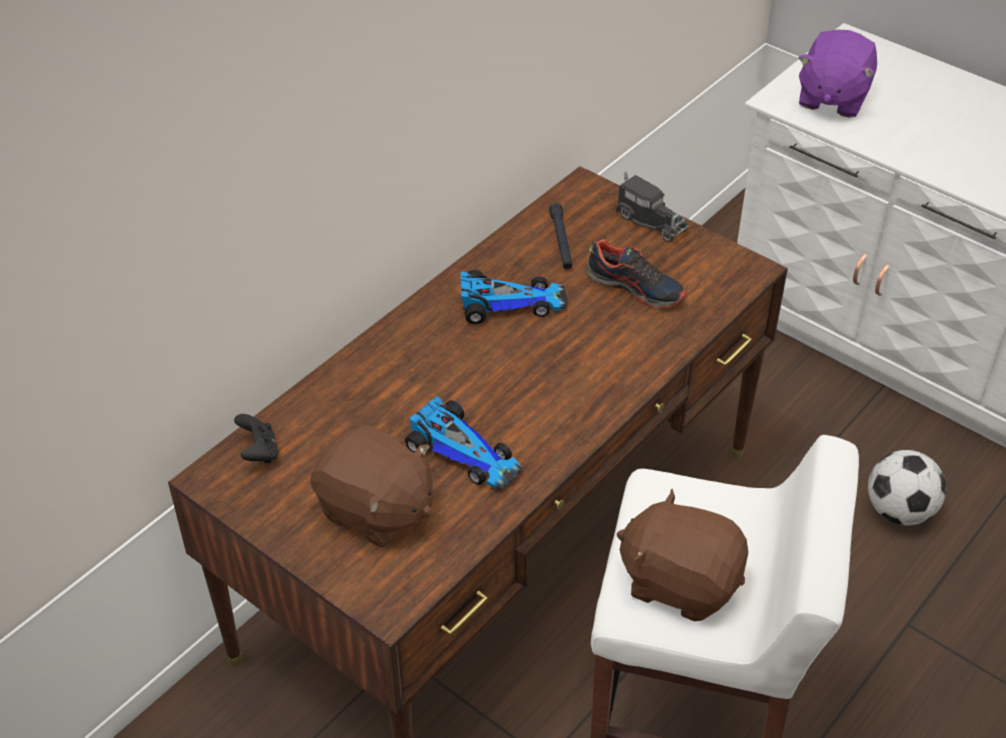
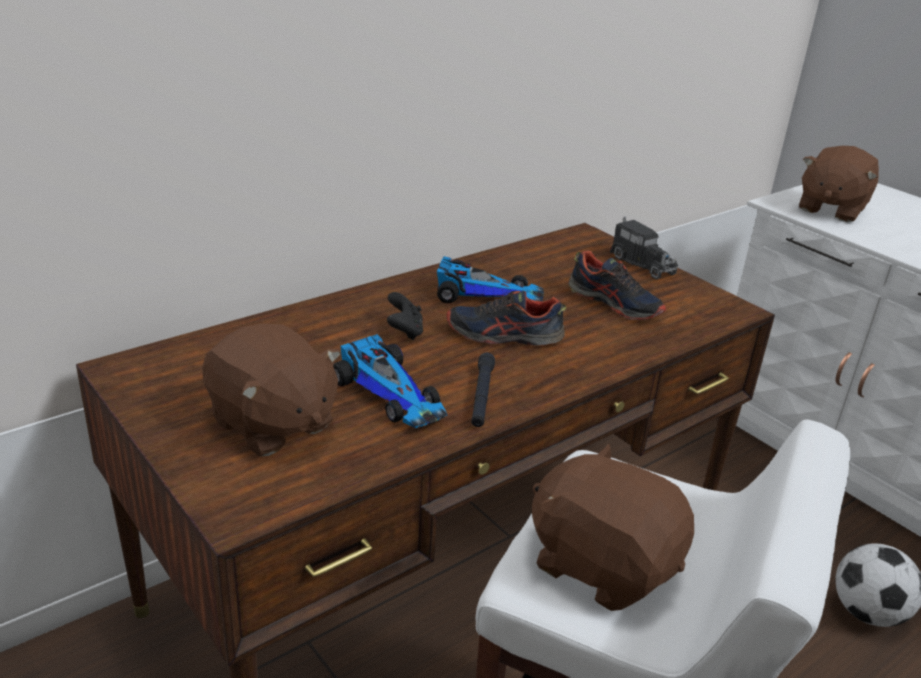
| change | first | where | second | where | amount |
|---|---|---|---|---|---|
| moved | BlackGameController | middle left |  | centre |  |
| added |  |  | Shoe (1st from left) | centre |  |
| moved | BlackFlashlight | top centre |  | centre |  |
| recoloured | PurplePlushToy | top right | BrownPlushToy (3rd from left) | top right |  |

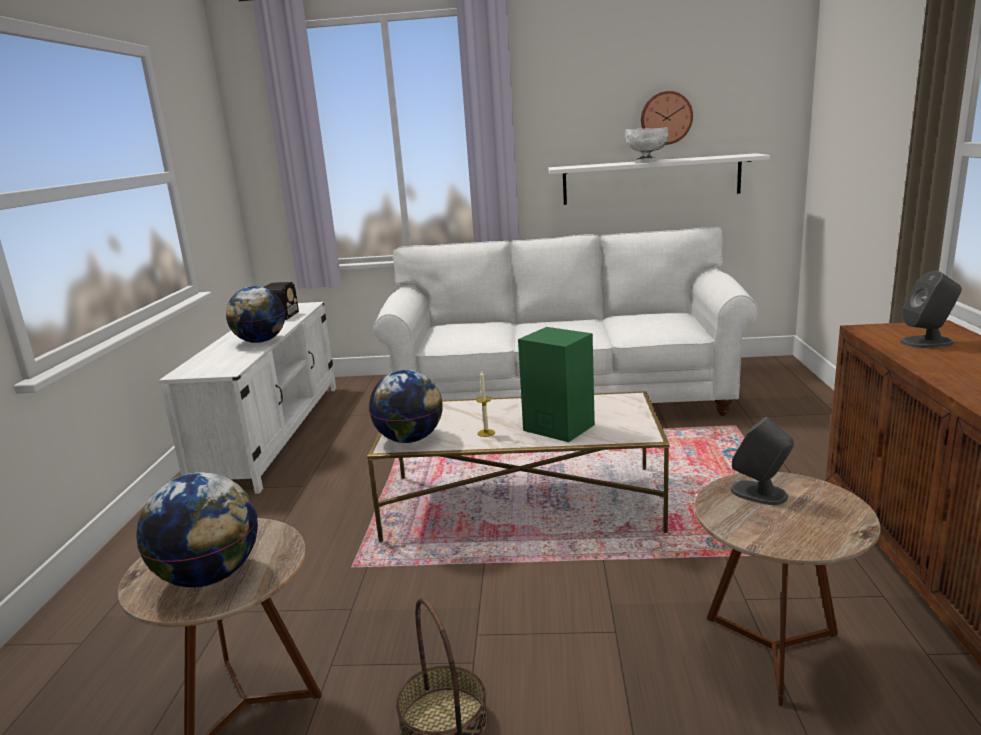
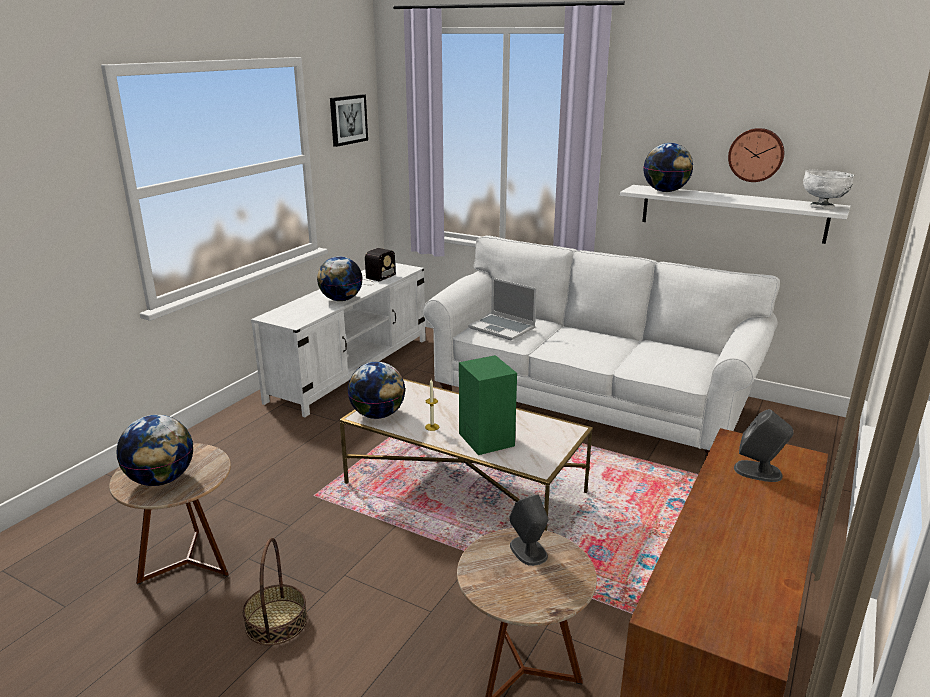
| change | first | where | second | where | amount |
|---|---|---|---|---|---|
| added |  |  | Picture | top centre |  |
| added |  |  | Laptop | centre |  |
| added |  |  | Globe (4th from left) | top right |  |
| moved | WhiteBowl | top centre |  | top right |  |

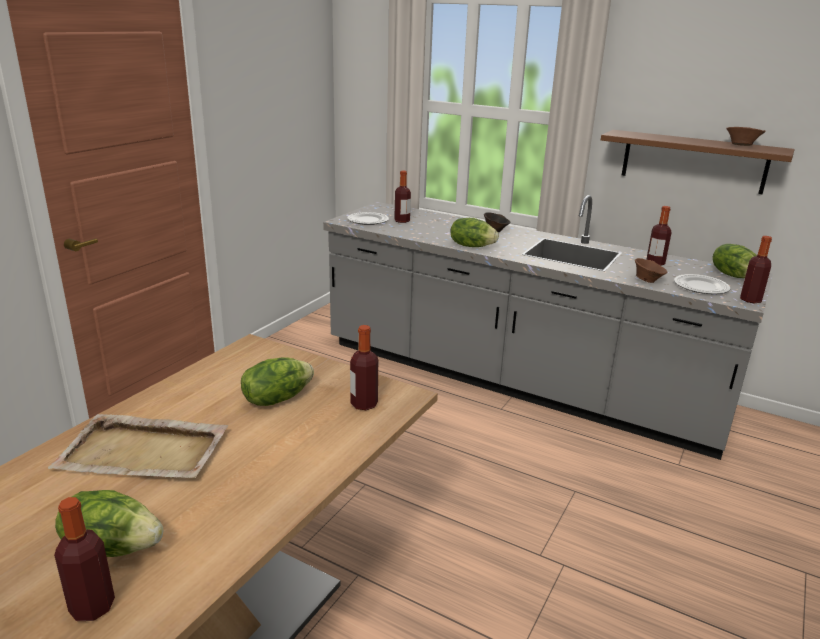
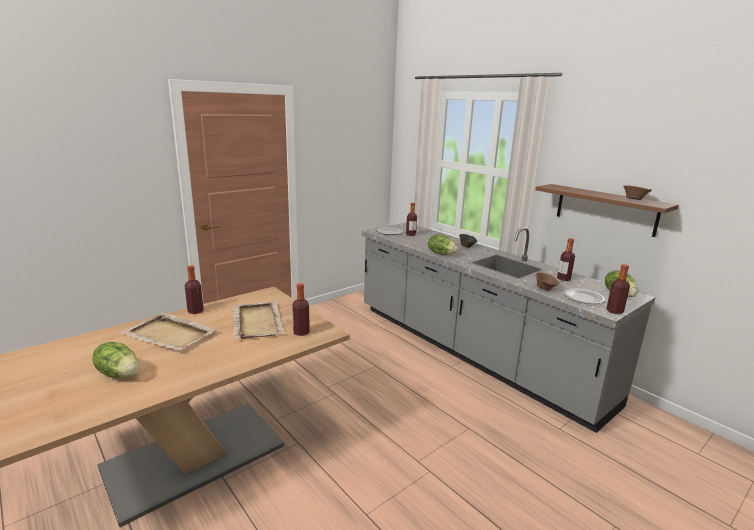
| change | first | where | second | where | amount |
|---|---|---|---|---|---|
| moved | Bottle (1st from left) | bottom left |  | middle left |  |
| replaced | Lettuce (2nd from left) | centre | BeigeTray (2nd from left) | centre |  |

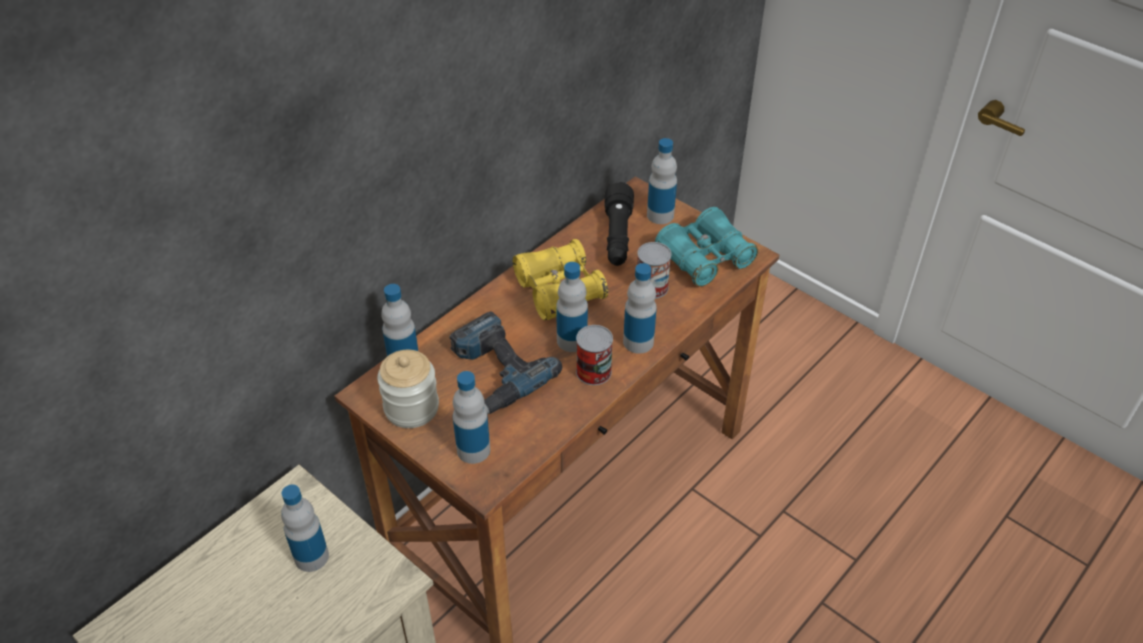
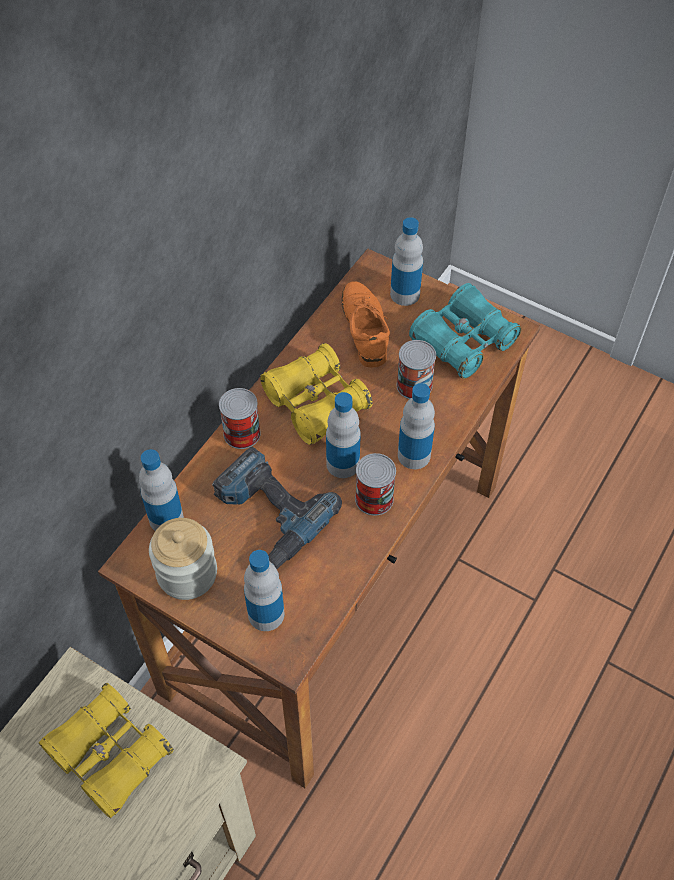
| change | first | where | second | where | amount |
|---|---|---|---|---|---|
| replaced | Bottle (1st from left) | bottom left | YellowBinoculars (1st from left) | bottom left |  |
| added |  |  | Can (1st from left) | centre |  |
| replaced | BlackFlashlight | centre | OrangeShoe | centre |  |

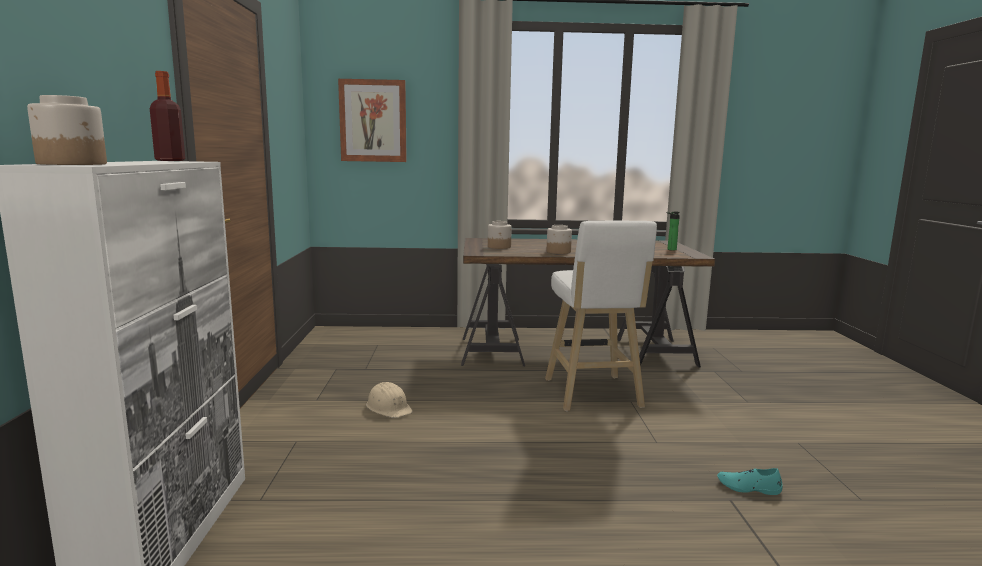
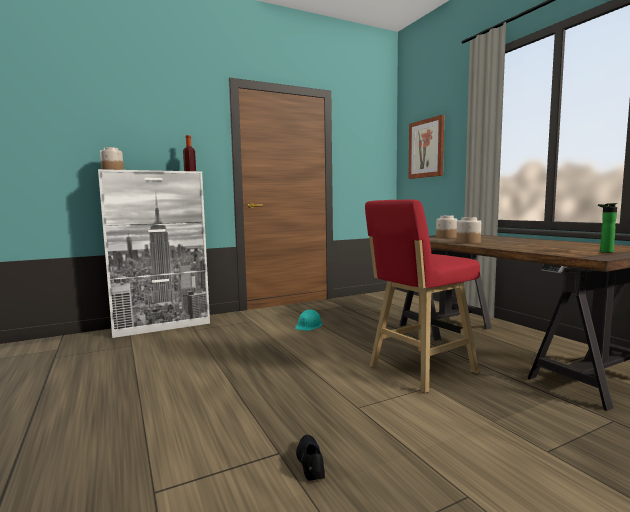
| change | first | where | second | where | amount |
|---|---|---|---|---|---|
| recoloured | BeigeHardHat | bottom centre | TurquoiseHardHat | centre |  |
| recoloured | TurquoiseShoe | bottom right | BlackShoe | bottom centre |  |
| recoloured | WhiteStool | centre | RedStool | middle right |  |

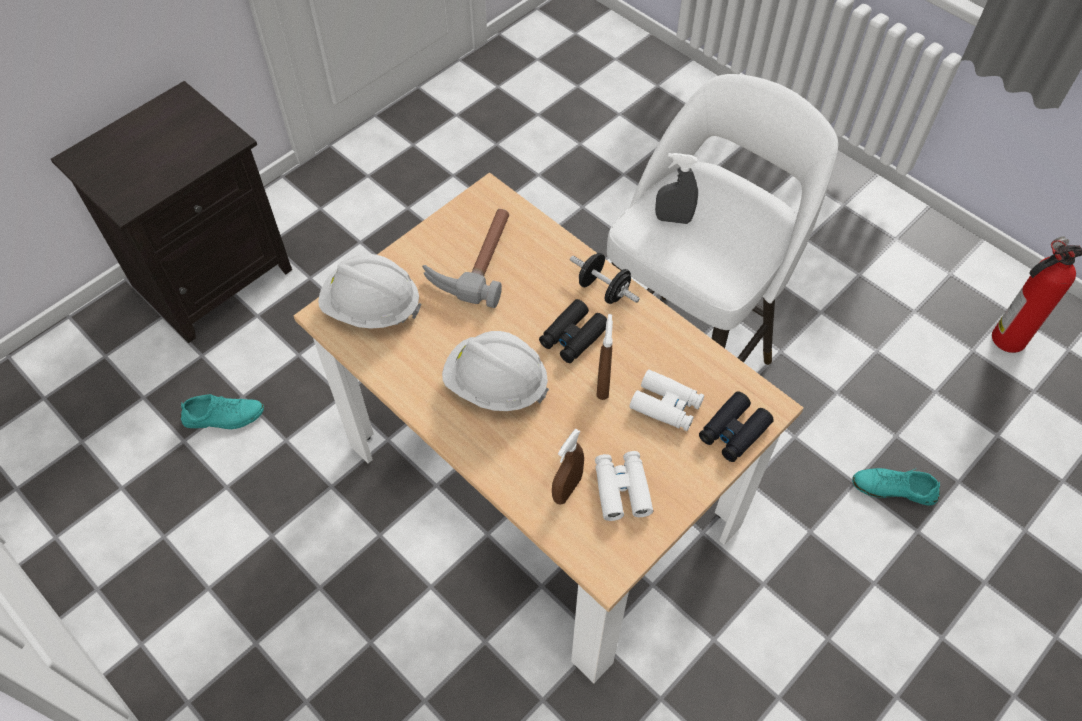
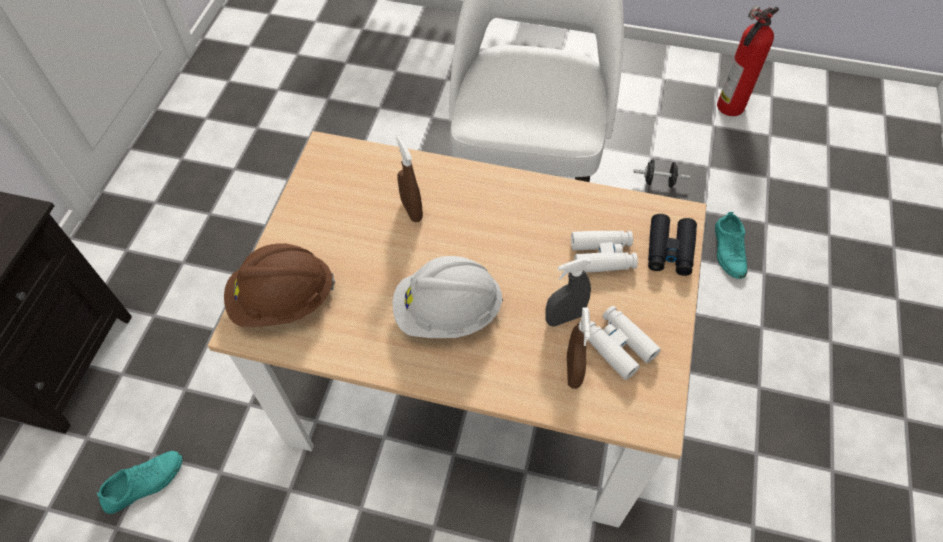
| change | first | where | second | where | amount |
|---|---|---|---|---|---|
| recoloured | WhiteHardHat (1st from left) | centre | BrownHardHat | middle left |  |
| moved | BrownSprayBottle (2nd from left in the first image) | centre | BrownSprayBottle (1st from left) | top centre |  |
| moved | GreySprayBottle | top centre |  | centre |  |
| moved | BlackDumbbell | centre |  | top right |  |
| turned | TurquoiseShoe (2nd from left) | bottom right |  | middle right | 75 degrees counterclockwise |
| removed | Hammer | centre |  |  |  |
| removed | BlackBinoculars (1st from left) | centre |  |  |  |

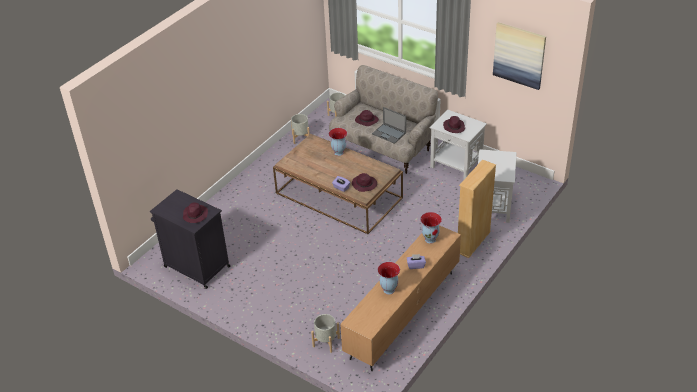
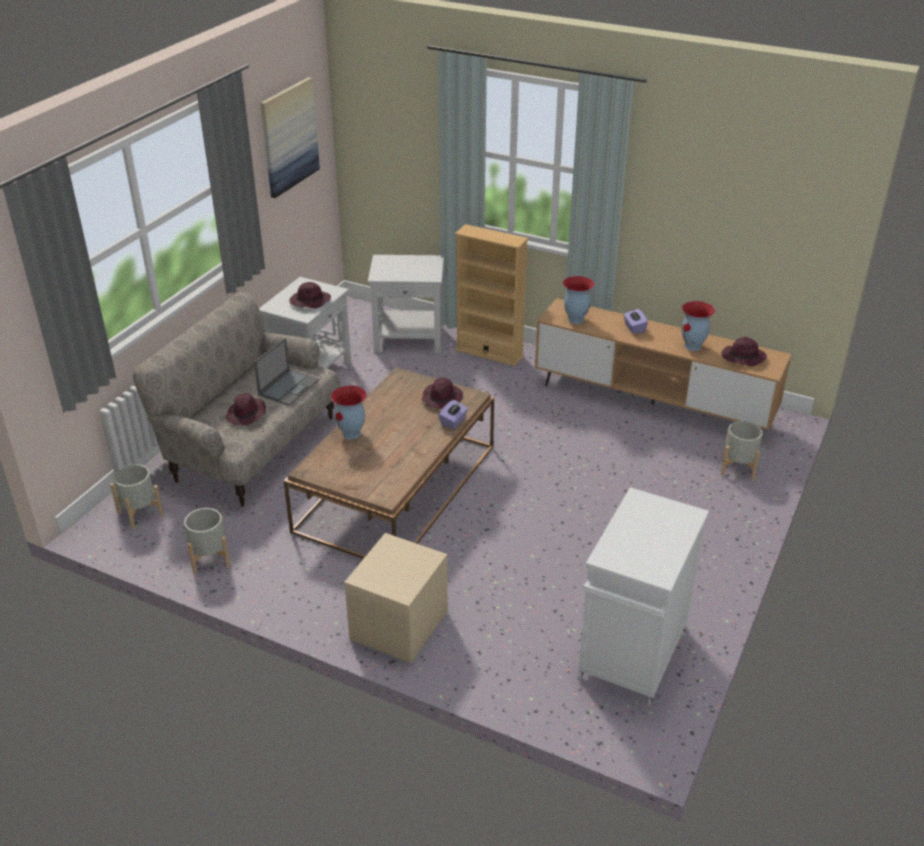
| change | first | where | second | where | amount |
|---|---|---|---|---|---|
| added |  |  | BeigeNightstand | bottom centre |  |
| recoloured | BlackCabinet | middle left | WhiteCabinet | bottom right |  |
| moved | PurpleHat (1st from left in the first image) | middle left | PurpleHat (4th from left) | middle right |  |

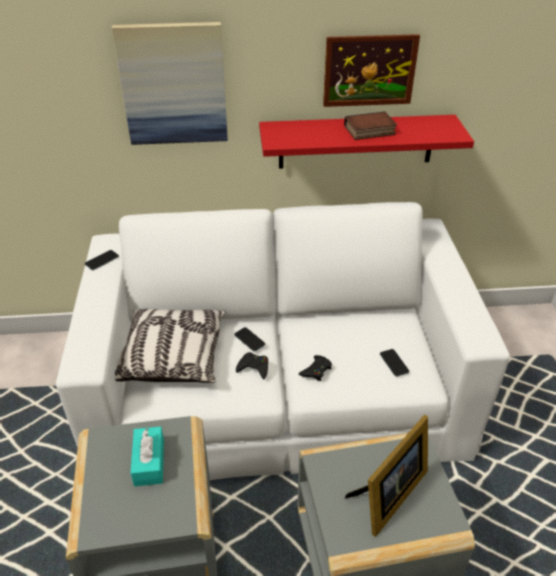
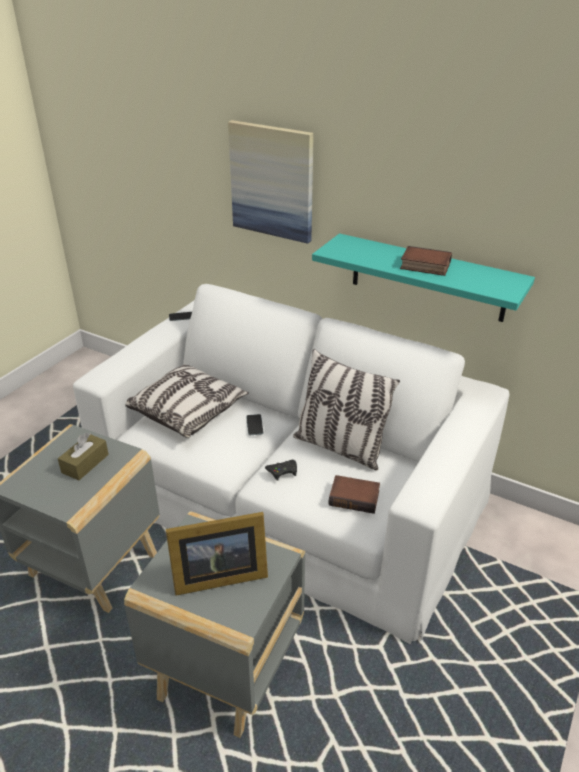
| change | first | where | second | where | amount |
|---|---|---|---|---|---|
| recoloured | TurquoiseTissueBox | bottom left | BrownTissueBox | middle left |  |
| added |  |  | Pillow (2nd from left) | centre |  |
| recoloured | RedShelf | top centre | TurquoiseShelf | middle right |  |
| replaced | Phone (3rd from left) | middle right | Book (1st from left) | centre |  |
| removed | BlackGameController (1st from left) | centre |  |  |  |
| removed | Picture (2nd from left) | top right |  |  |  |

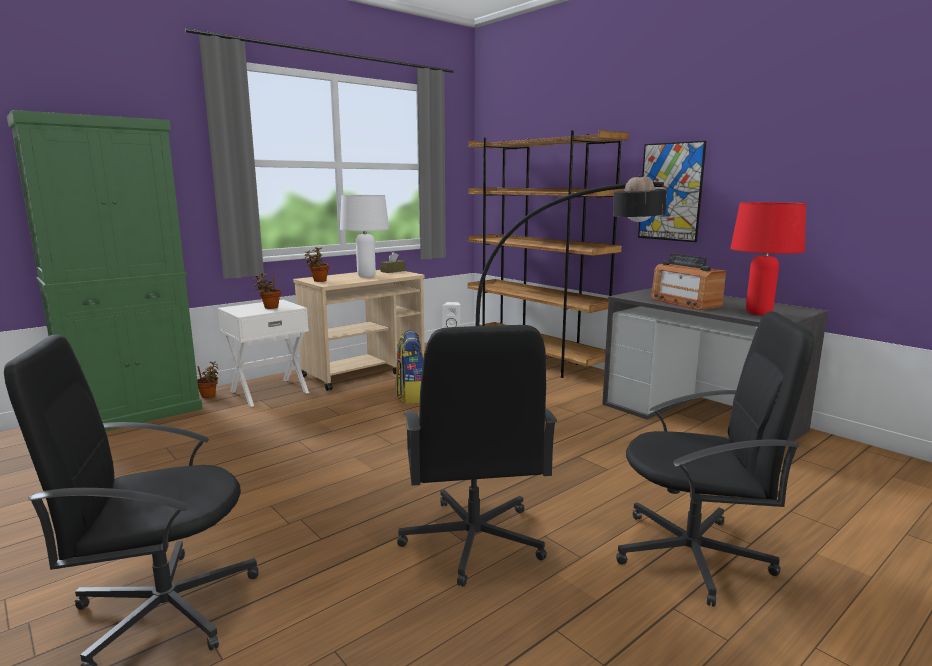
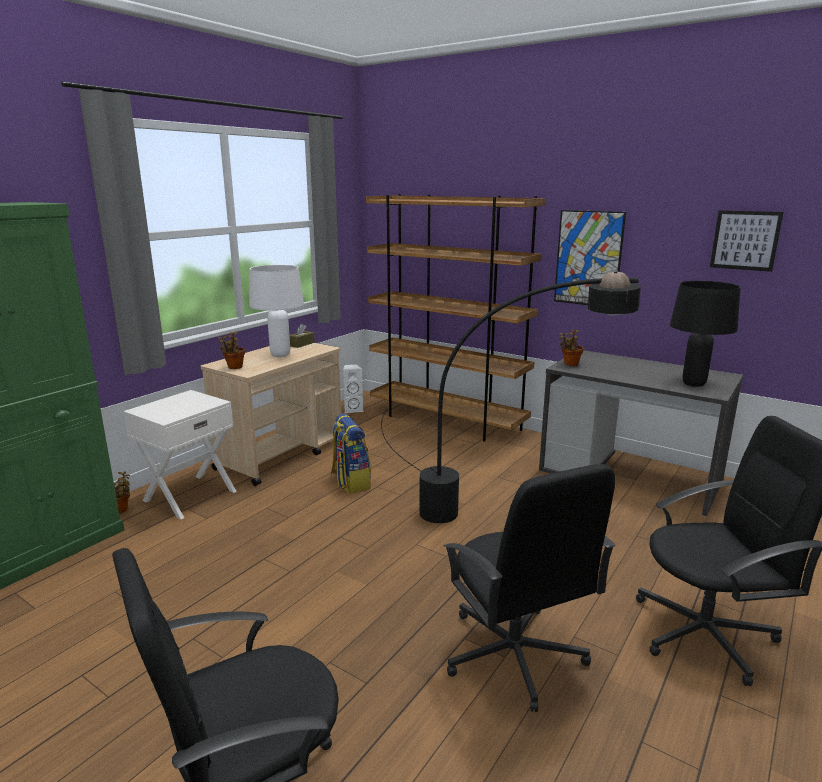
| change | first | where | second | where | amount |
|---|---|---|---|---|---|
| moved | PottedPlant (2nd from left in the first image) | middle left | PottedPlant (3rd from left) | middle right |  |
| recoloured | RedTableLamp | middle right | BlackTableLamp | middle right |  |
| added |  |  | Picture (2nd from left) | top right |  |
| removed | Radio | middle right |  |  |  |

